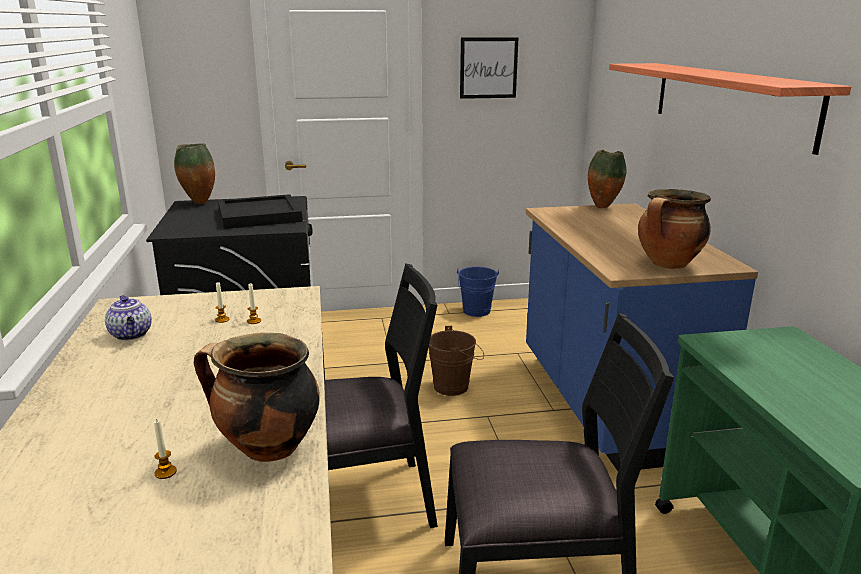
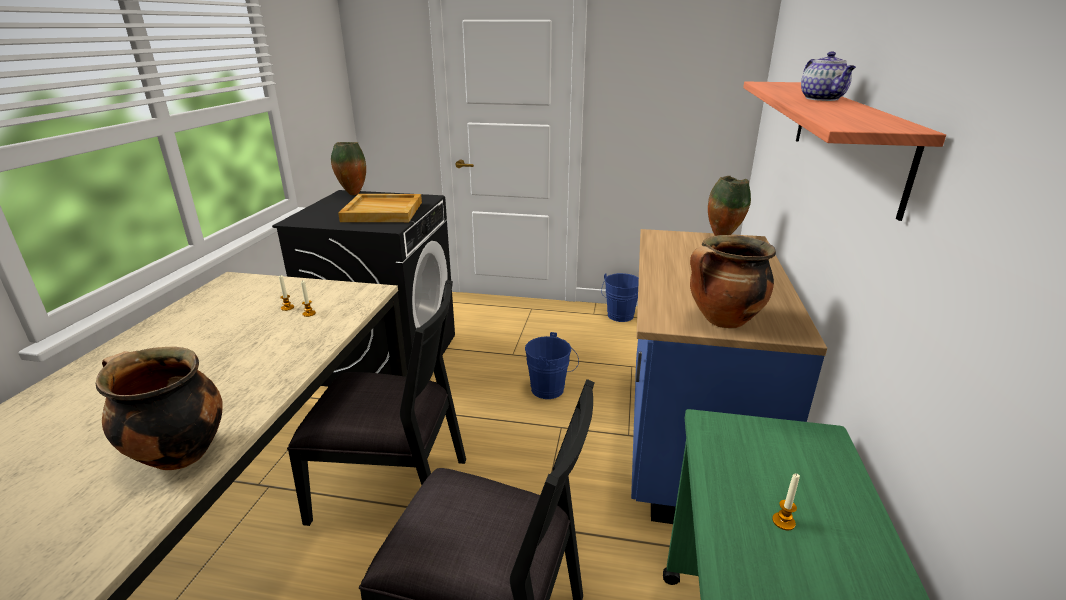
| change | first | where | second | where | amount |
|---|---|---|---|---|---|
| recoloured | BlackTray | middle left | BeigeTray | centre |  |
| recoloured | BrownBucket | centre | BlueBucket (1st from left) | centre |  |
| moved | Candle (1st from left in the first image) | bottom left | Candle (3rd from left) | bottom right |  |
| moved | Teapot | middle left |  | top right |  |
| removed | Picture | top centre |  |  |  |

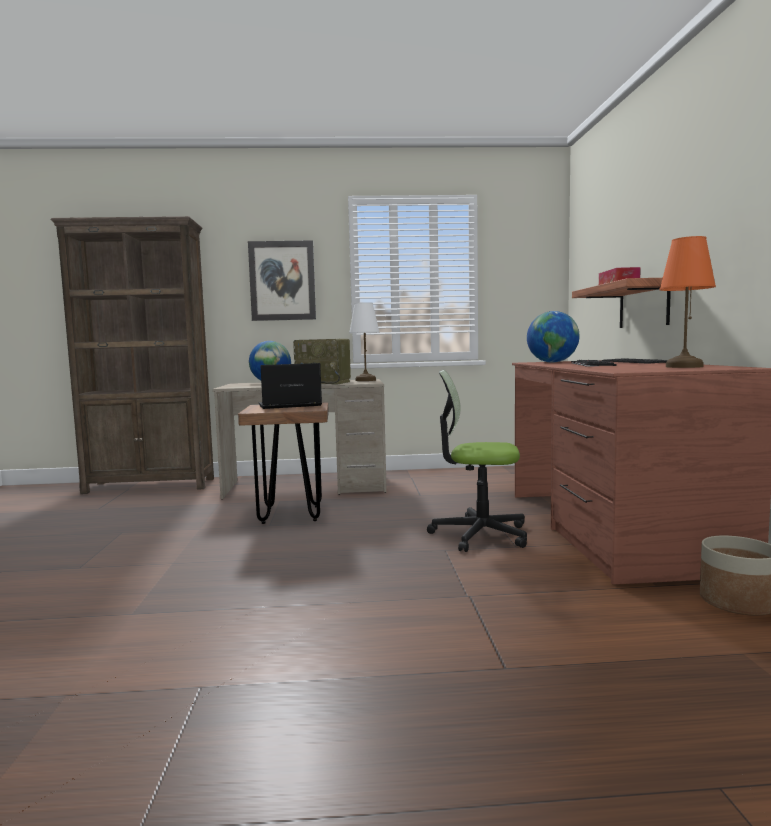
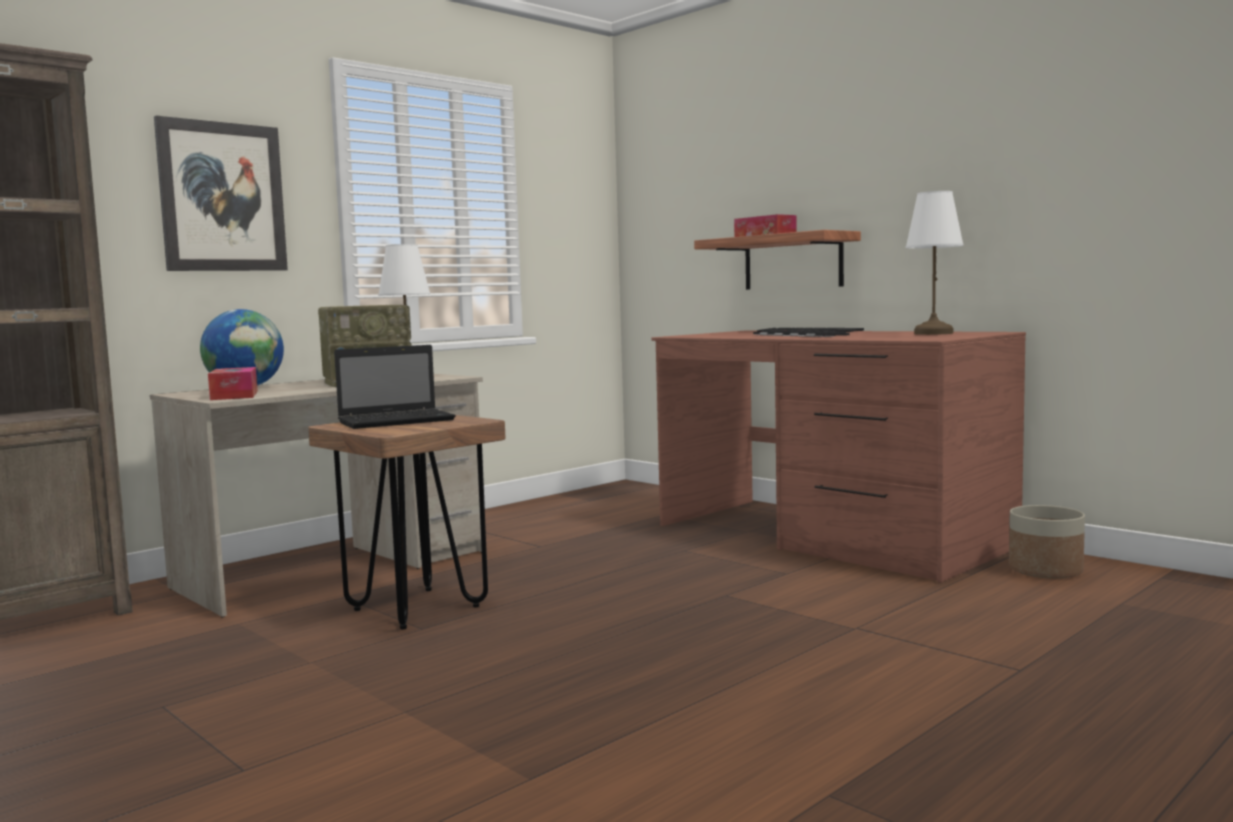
| change | first | where | second | where | amount |
|---|---|---|---|---|---|
| added |  |  | TissueBox (1st from left) | middle left |  |
| turned | Laptop | centre |  | middle left | 150 degrees counterclockwise |
| recoloured | OrangeTableLamp | middle right | WhiteTableLamp (2nd from left) | top right |  |
| removed | OfficeChair | centre |  |  |  |
| removed | Globe (2nd from left) | middle right |  |  |  |

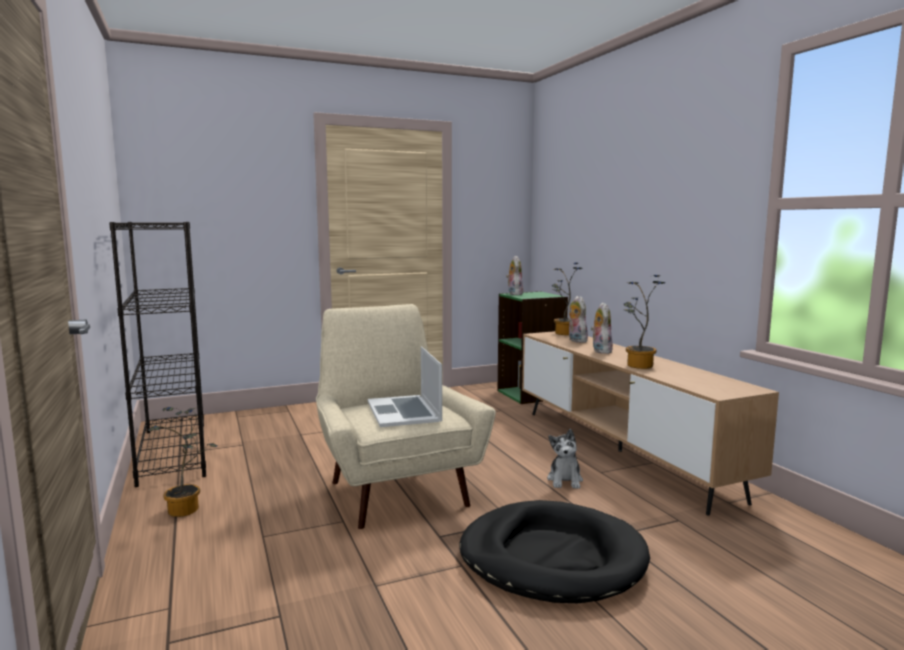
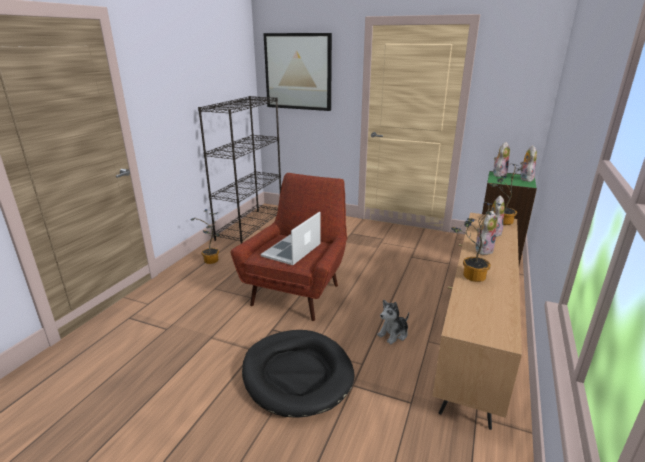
| change | first | where | second | where | amount |
|---|---|---|---|---|---|
| recoloured | BeigeArmchair | centre | RedArmchair | centre |  |
| added |  |  | Picture | top centre |  |
| added |  |  | PlushToy (5th from left) | middle right |  |

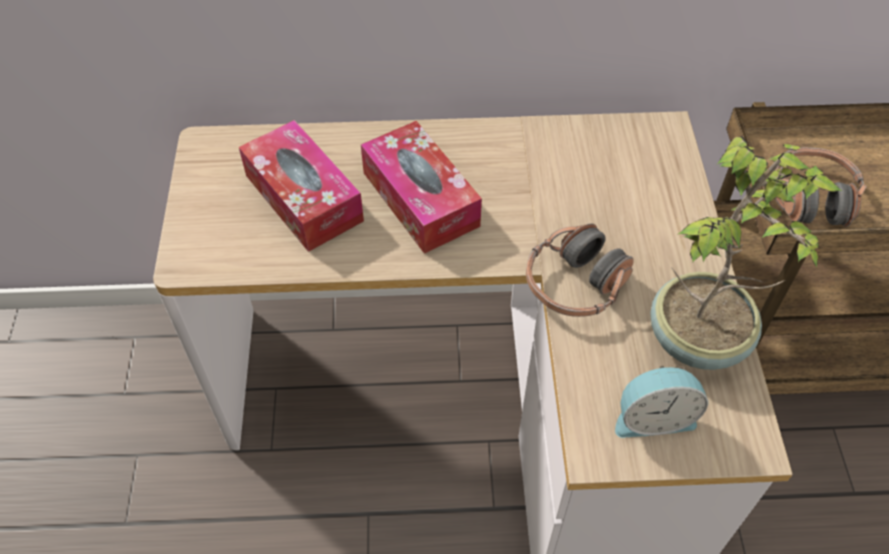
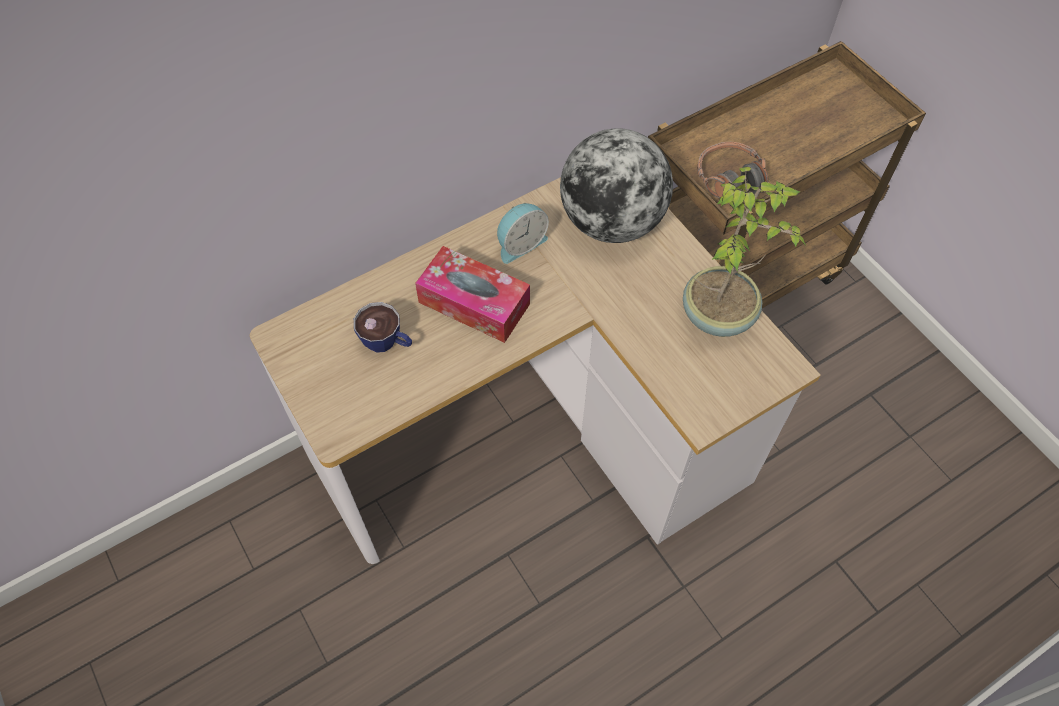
| change | first | where | second | where | amount |
|---|---|---|---|---|---|
| replaced | TissueBox (1st from left) | centre | Cup | centre |  |
| moved | AlarmClock | bottom right |  | top centre |  |
| added |  |  | Globe | top centre |  |
| removed | Headphones (1st from left) | centre |  |  |  |

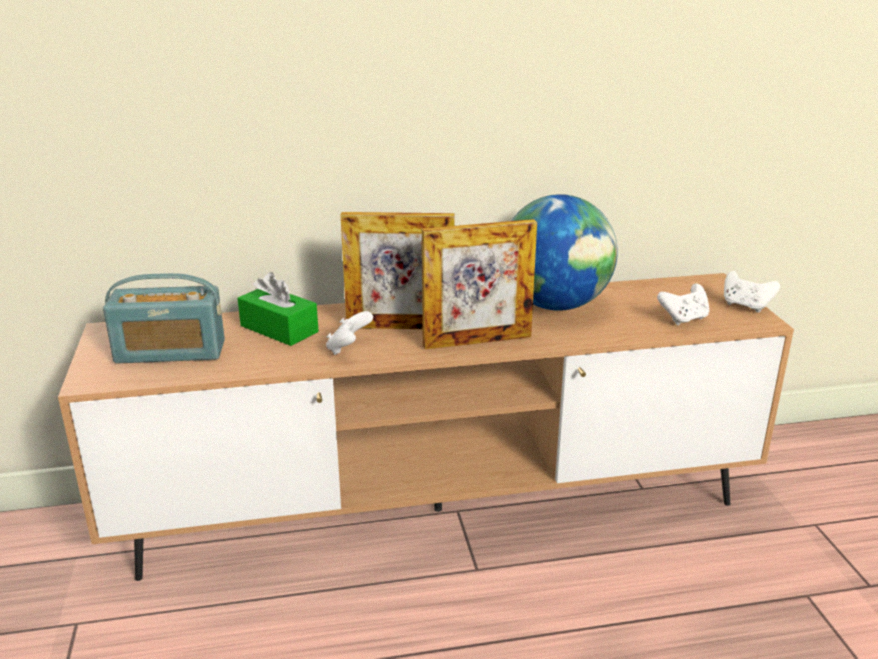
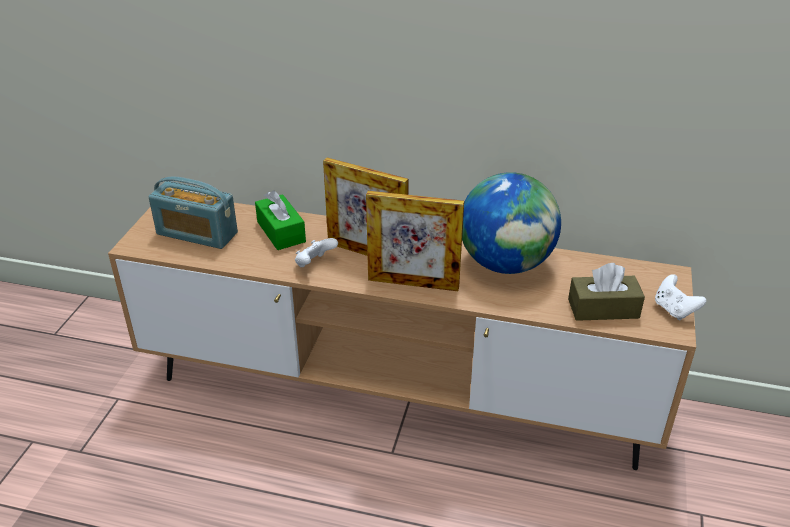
| change | first | where | second | where | amount |
|---|---|---|---|---|---|
| replaced | WhiteGameController (2nd from left) | middle right | BrownTissueBox | middle right |  |

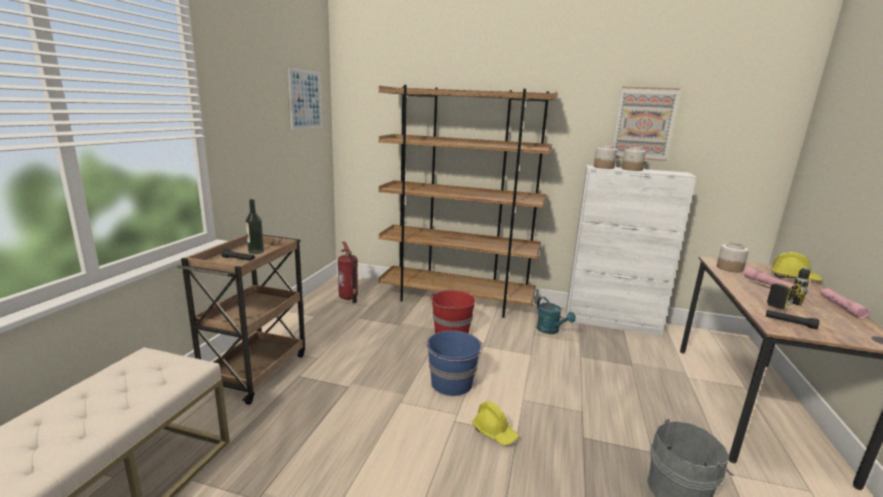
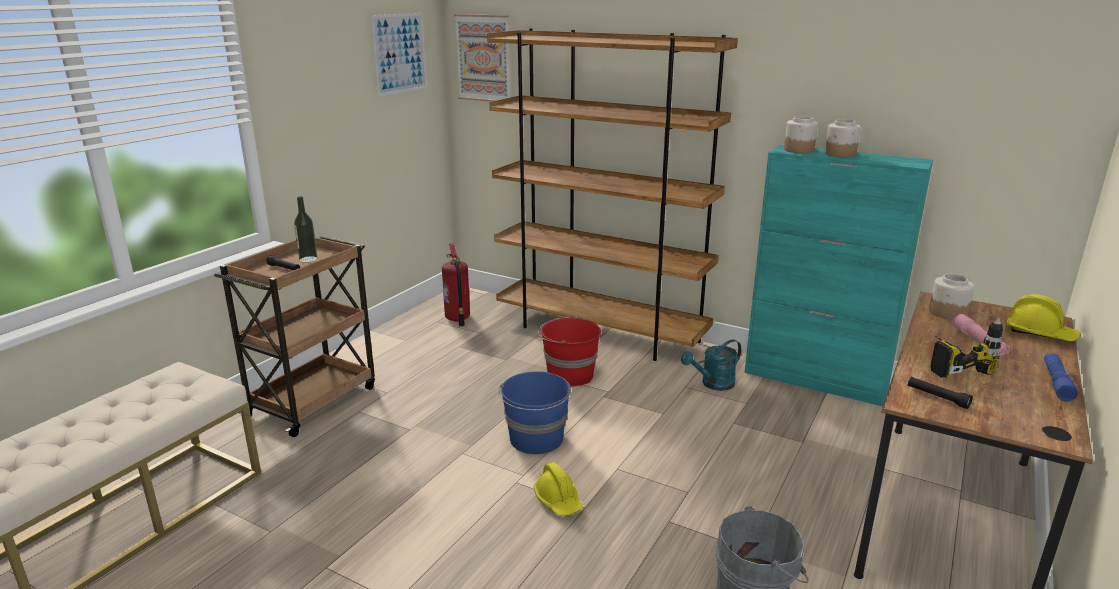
| change | first | where | second | where | amount |
|---|---|---|---|---|---|
| moved | Picture (2nd from left) | top right |  | top centre |  |
| turned | TurquoiseWateringCan | centre |  | centre | 75 degrees clockwise |
| recoloured | WhiteCabinet | middle right | TurquoiseCabinet | middle right |  |
| recoloured | PinkFlashlight (2nd from left) | middle right | BlueFlashlight | middle right |  |

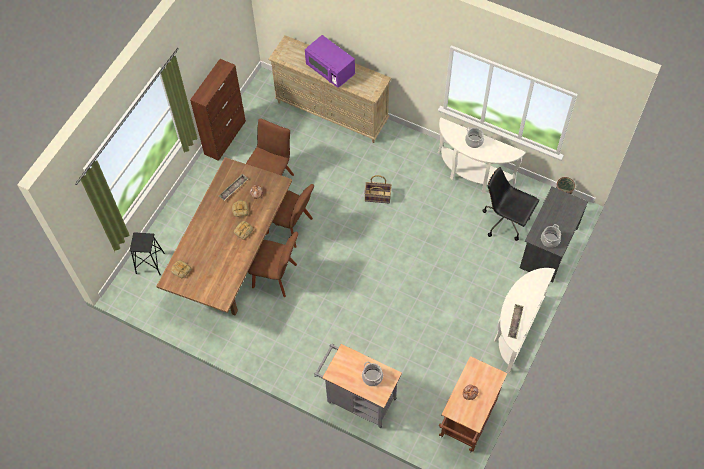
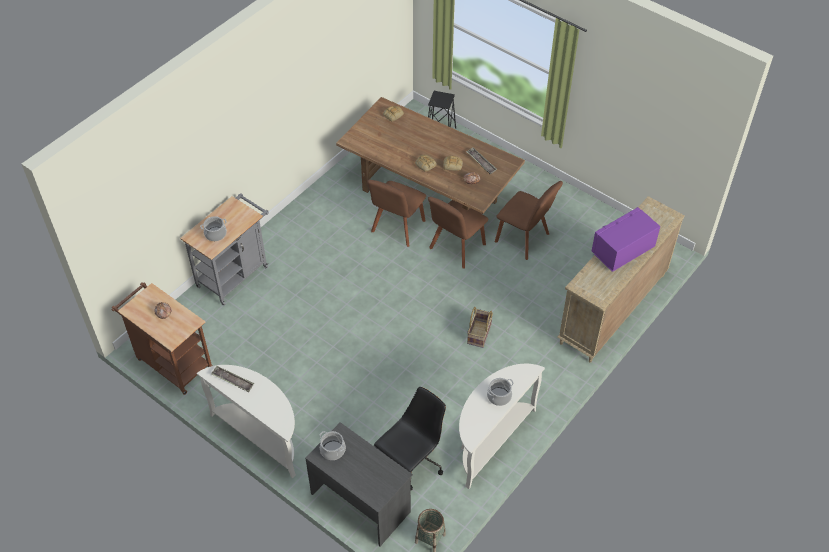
| change | first | where | second | where | amount |
|---|---|---|---|---|---|
| removed | BrownCabinet | top left |  |  |  |

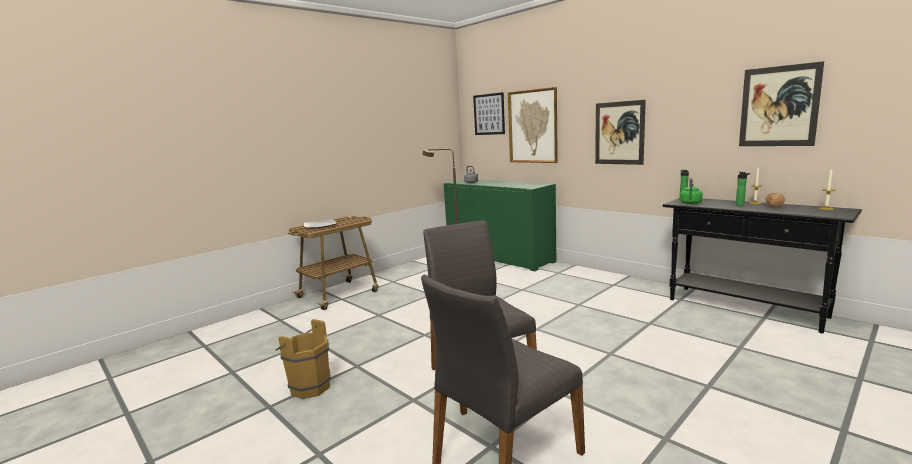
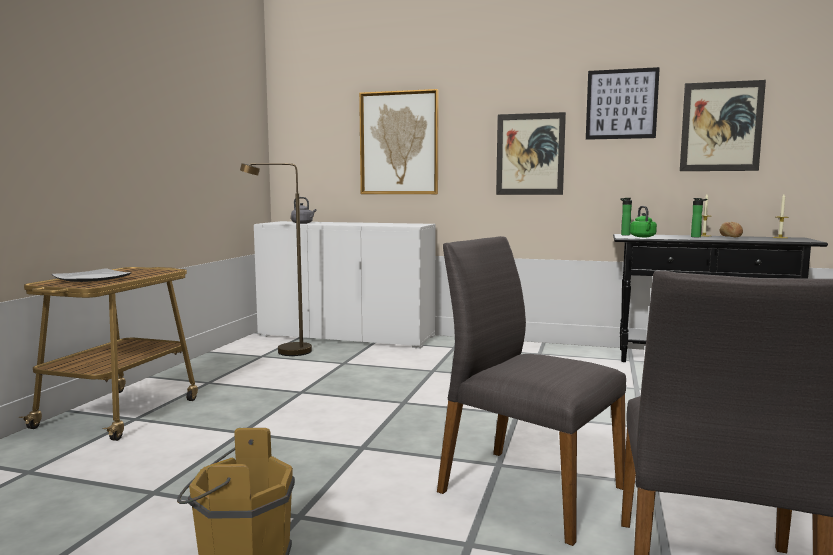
| change | first | where | second | where | amount |
|---|---|---|---|---|---|
| recoloured | GreenCabinet | centre | WhiteCabinet | centre |  |
| moved | Picture (1st from left in the first image) | top centre | Picture (3rd from left) | top right |  |

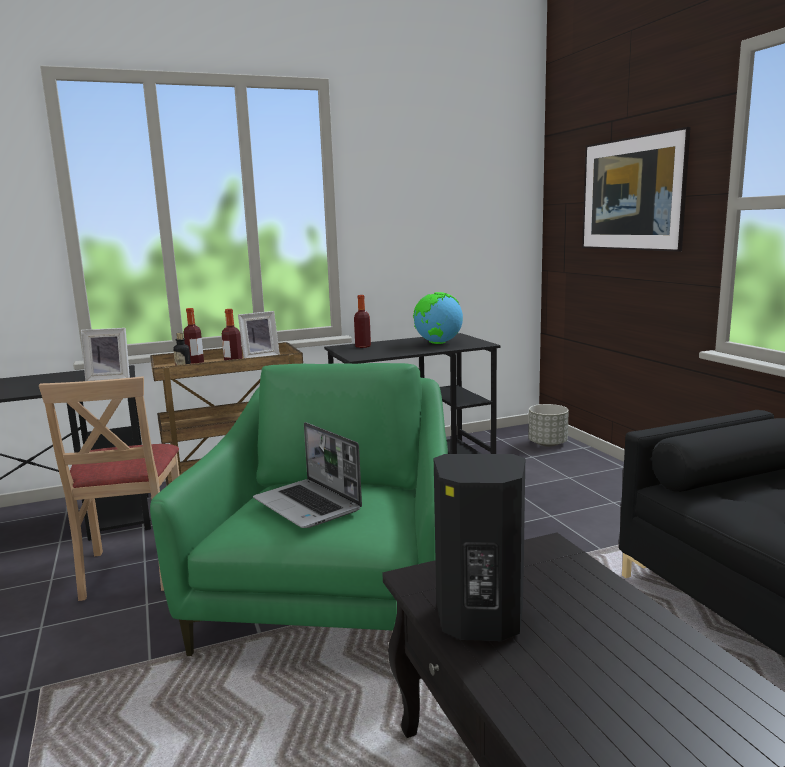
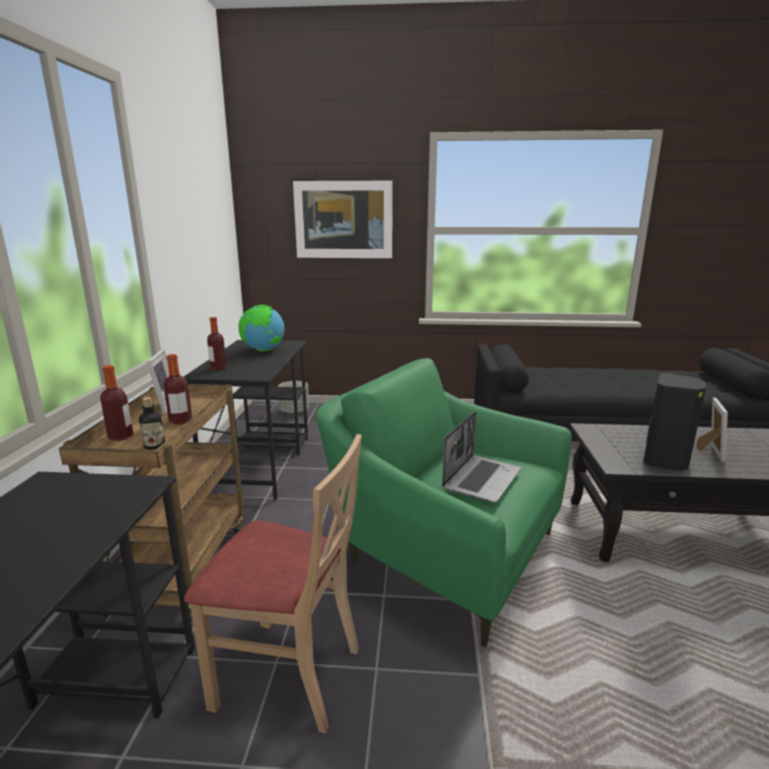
| change | first | where | second | where | amount |
|---|---|---|---|---|---|
| turned | Laptop | centre |  | centre | 45 degrees counterclockwise |
| moved | PictureFrame (1st from left in the first image) | middle left | PictureFrame (2nd from left) | middle right |  |

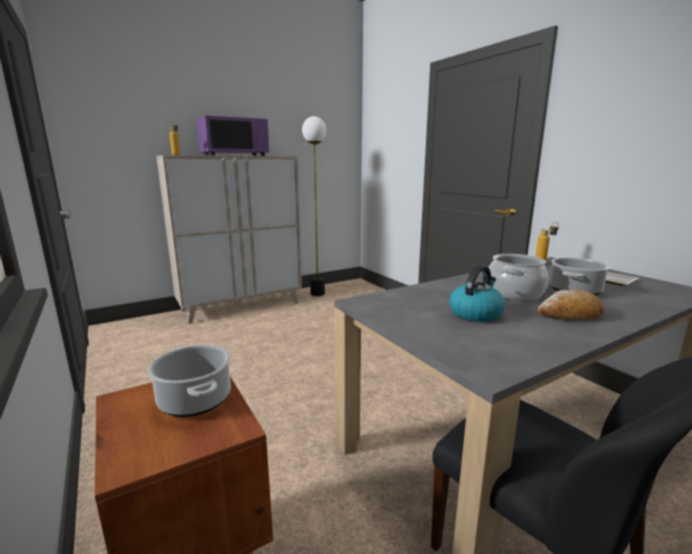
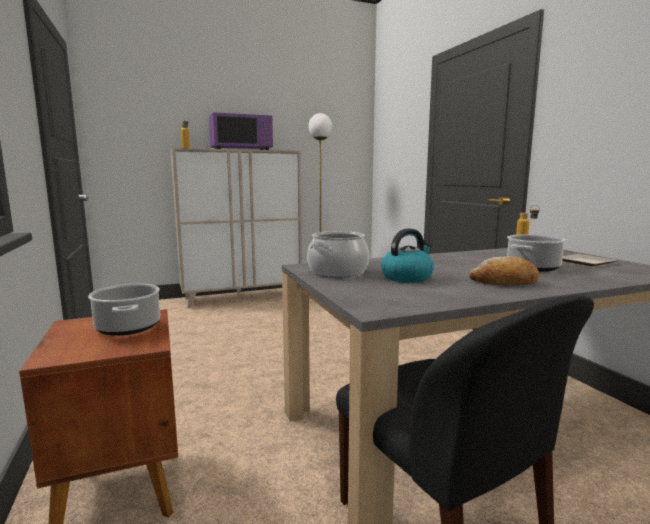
| change | first | where | second | where | amount |
|---|---|---|---|---|---|
| moved | CookingPot (2nd from left) | middle right |  | centre |  |

